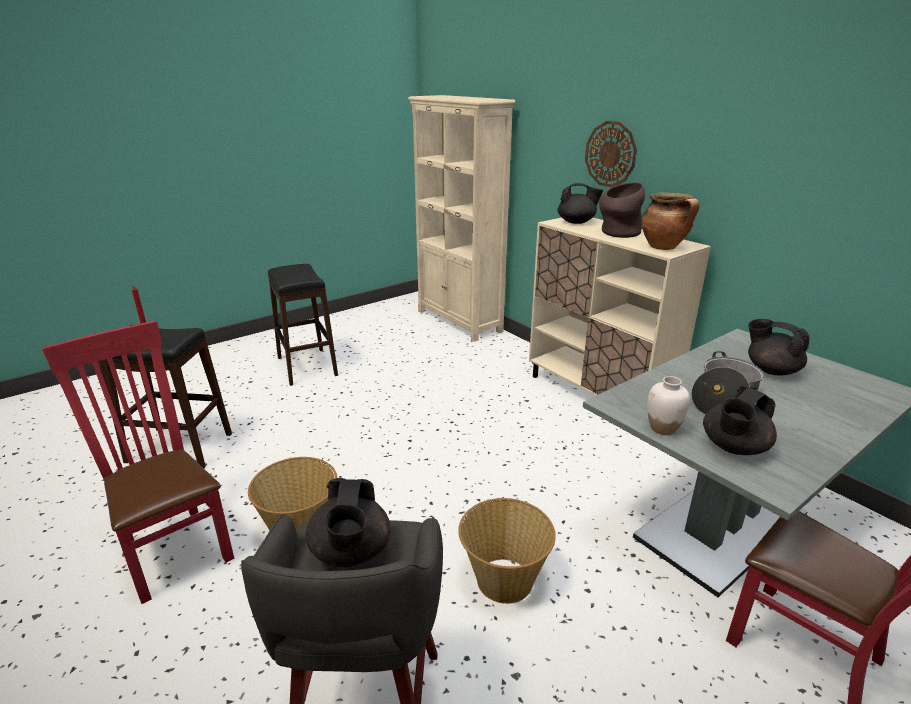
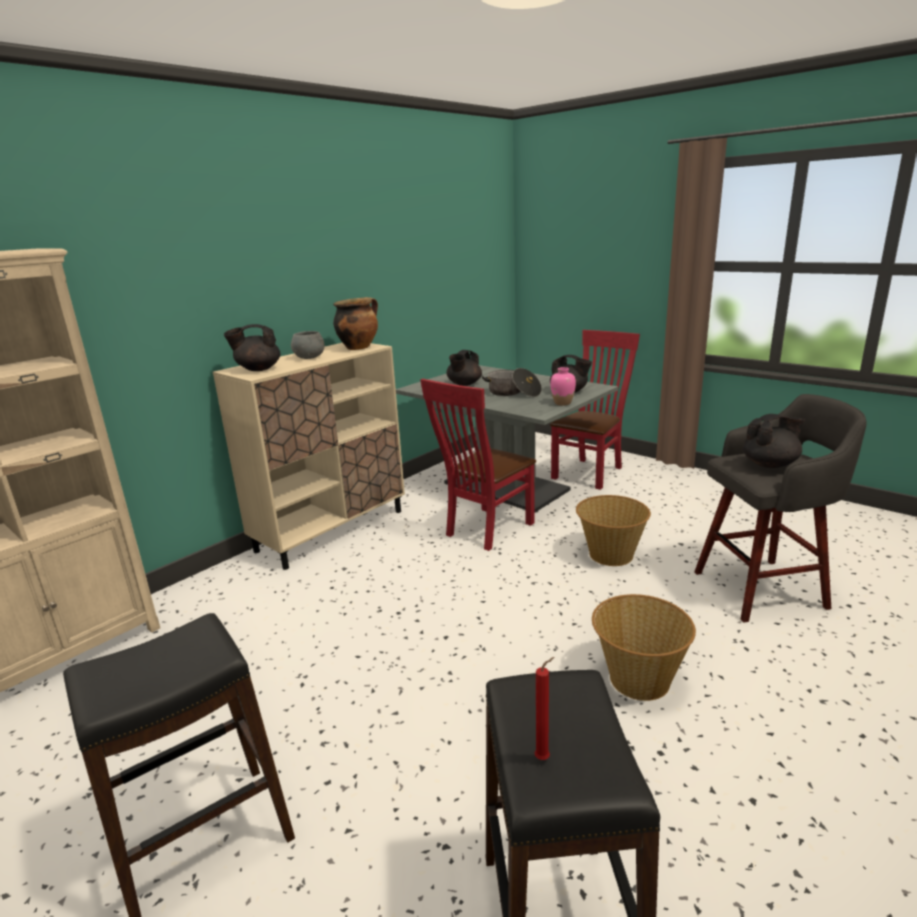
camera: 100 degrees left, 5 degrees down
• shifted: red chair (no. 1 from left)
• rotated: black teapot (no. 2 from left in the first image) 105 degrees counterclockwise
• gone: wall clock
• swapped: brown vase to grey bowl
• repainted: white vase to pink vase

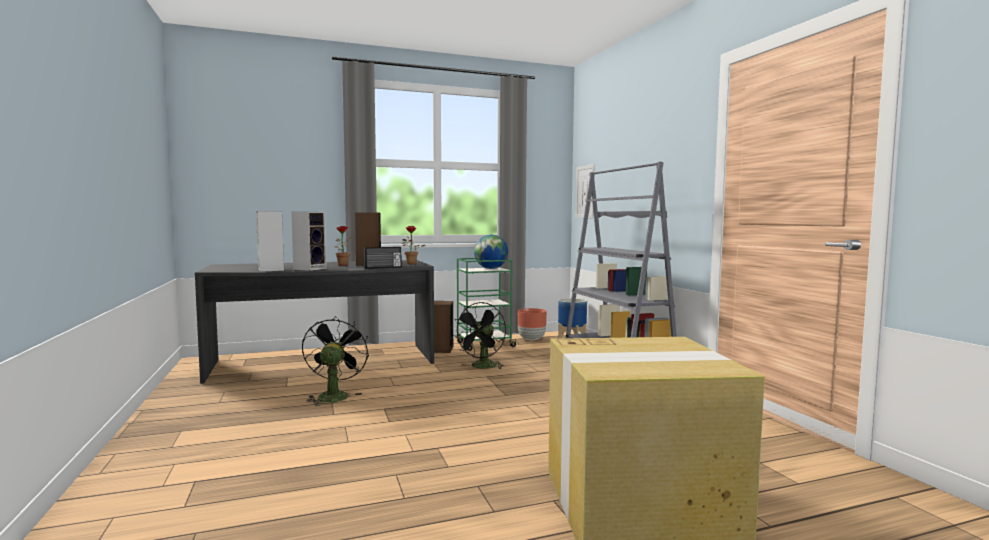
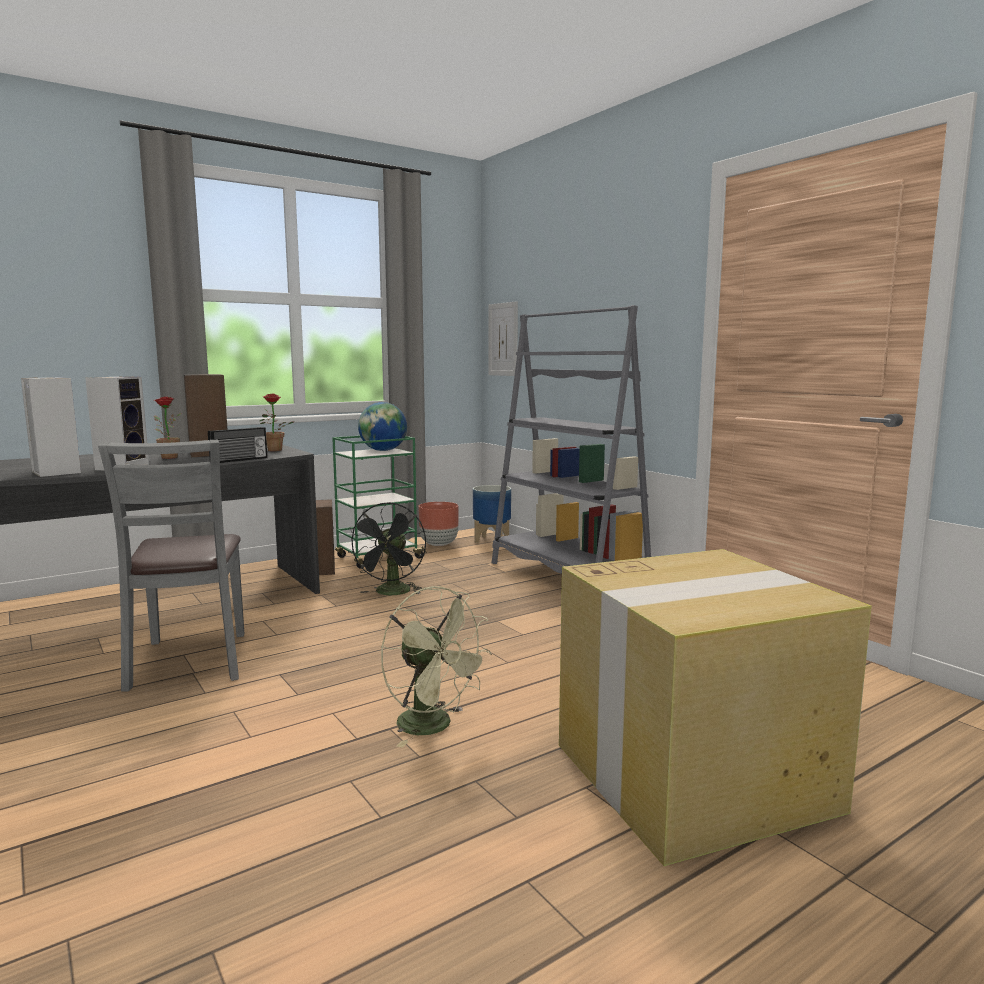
camera: 15 degrees left, 5 degrees up
• swapped: black fan (no. 1 from left) to grey chair
• new: green fan

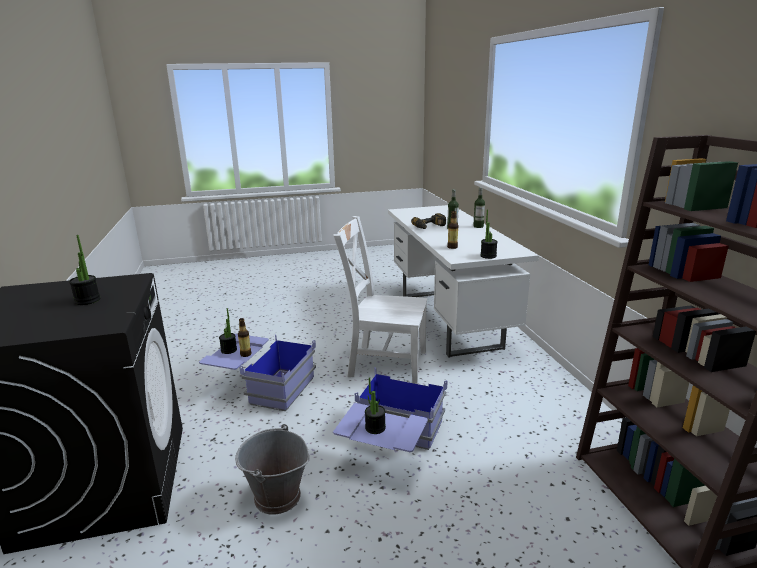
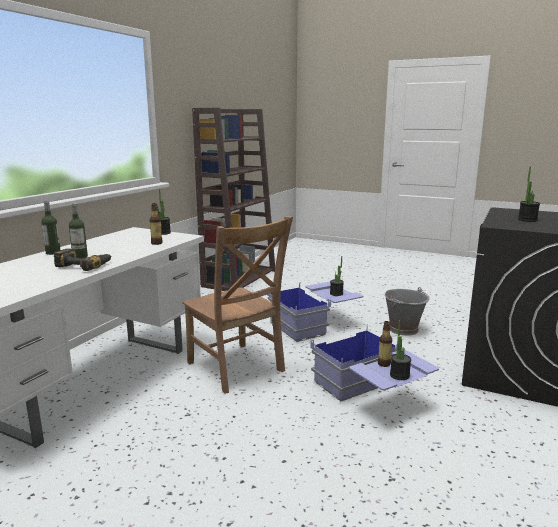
camera: 140 degrees left, 5 degrees down
• repainted: white chair to brown chair

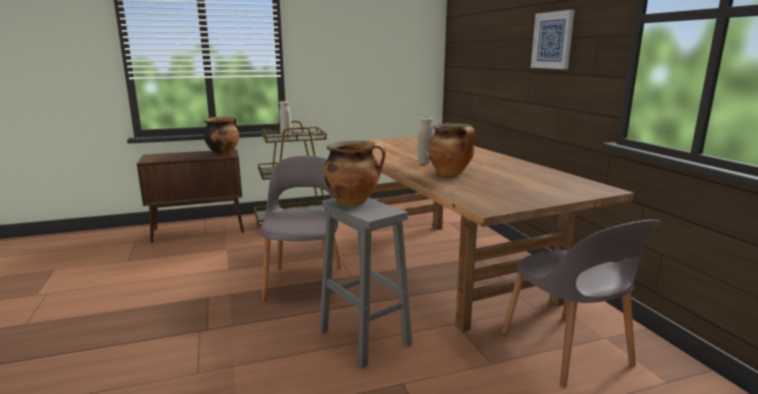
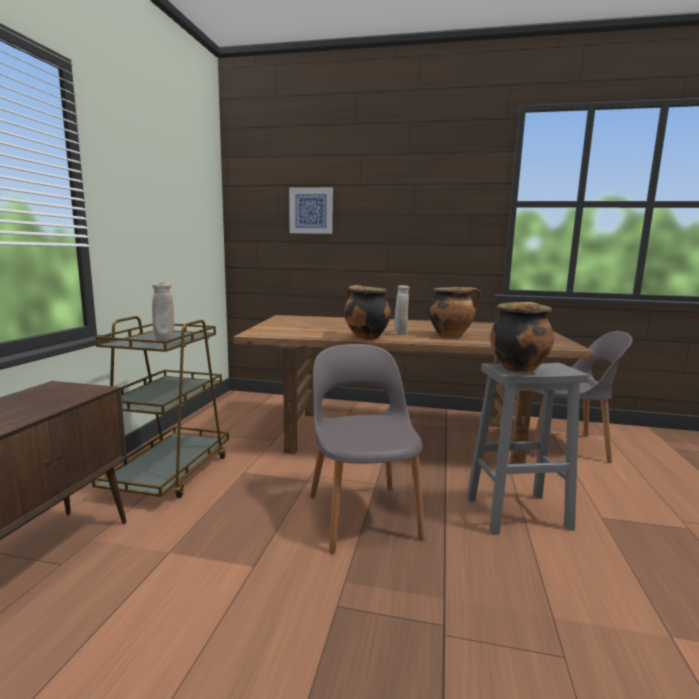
camera: 60 degrees left, 5 degrees down
• shifted: cooking pot (no. 1 from left)
• rotated: grey chair (no. 1 from left) 45 degrees clockwise
• shifted: picture

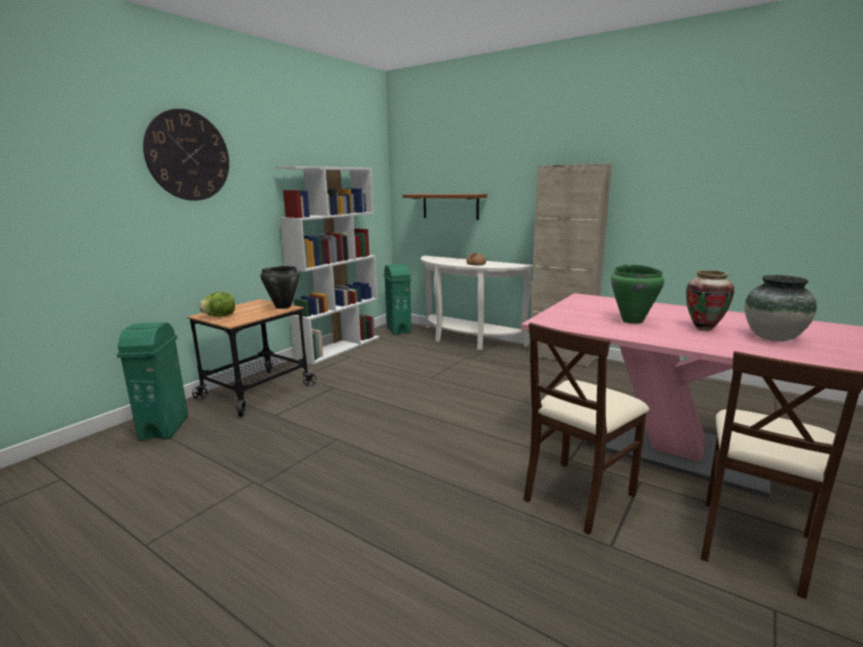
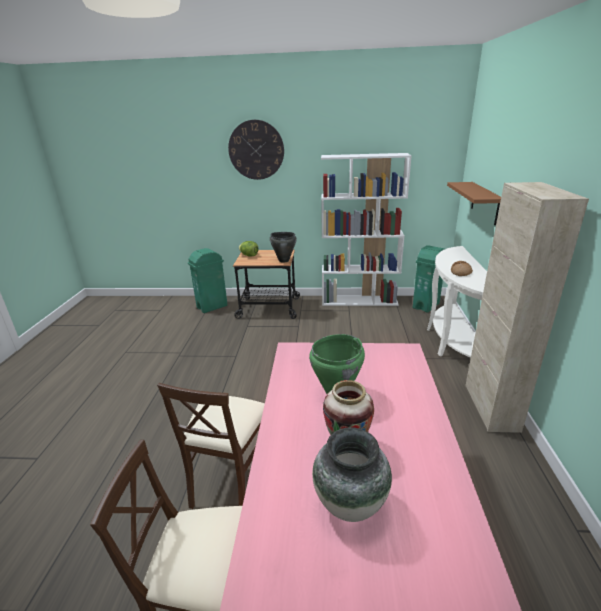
camera: 60 degrees right, 10 degrees up
• rotated: beige chair (no. 1 from left in the first image) 90 degrees counterclockwise

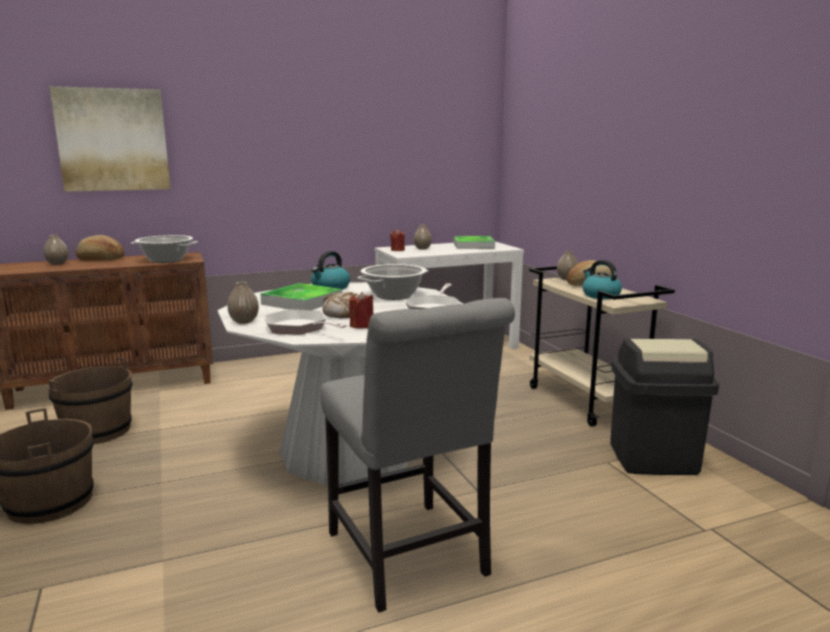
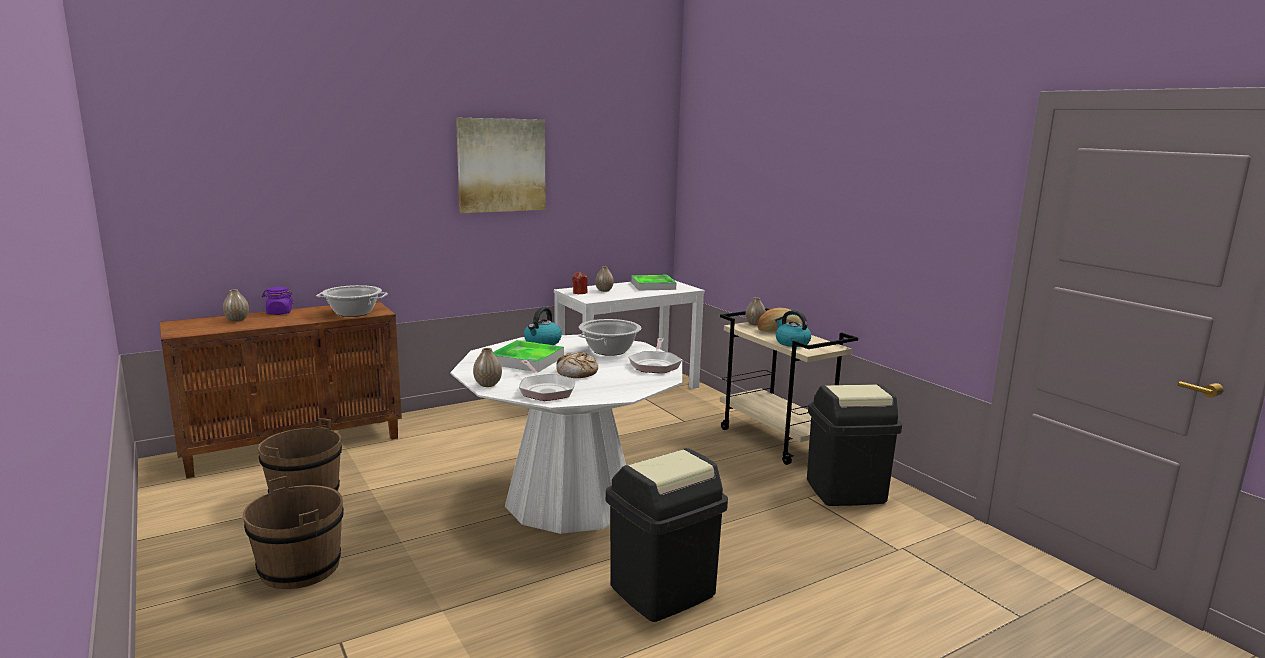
camera: 10 degrees left, 0 degrees up
• shifted: picture
• swapped: bread (no. 1 from left) to purple jar
• rotated: frying pan (no. 1 from left) 150 degrees counterclockwise
• swapped: grey chair to black trash can (no. 1 from left)
• gone: red candle (no. 1 from left)

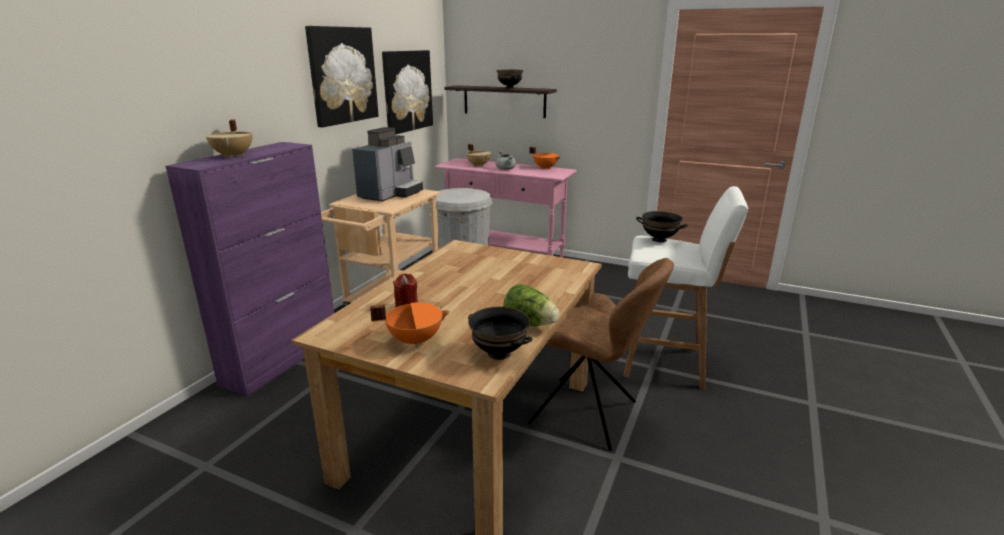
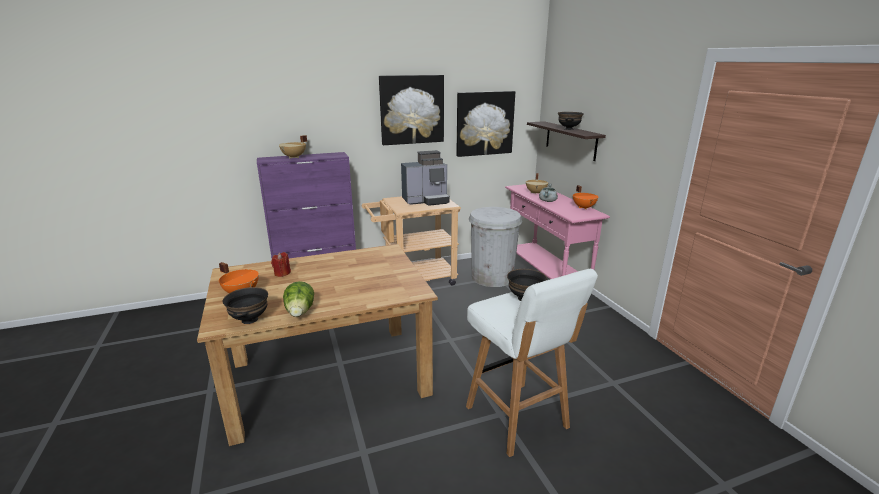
camera: 45 degrees right, 0 degrees up
• gone: brown chair

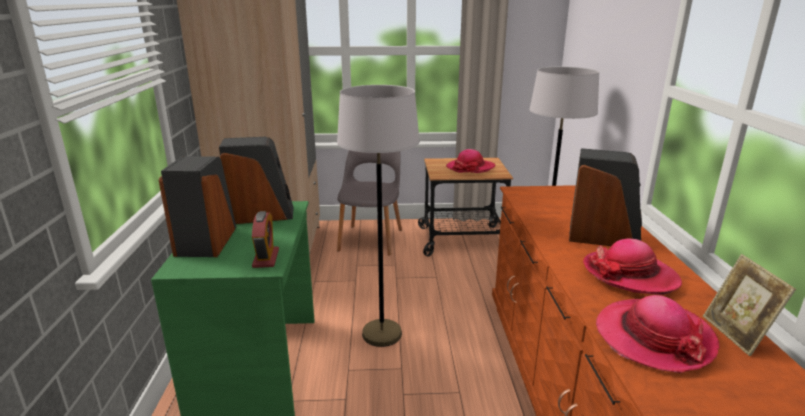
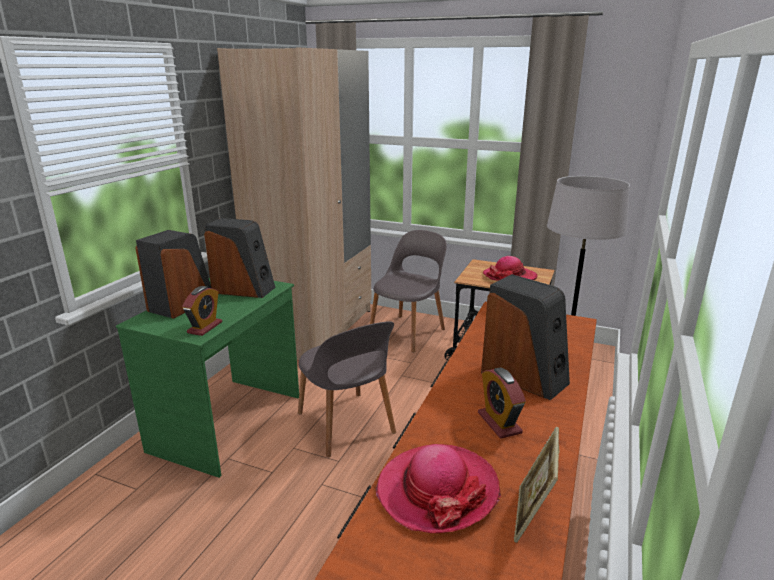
camera: 25 degrees right, 0 degrees up
• swapped: grey floor lamp (no. 1 from left) to grey chair (no. 1 from left)
• swapped: hat (no. 2 from left) to alarm clock (no. 2 from left)

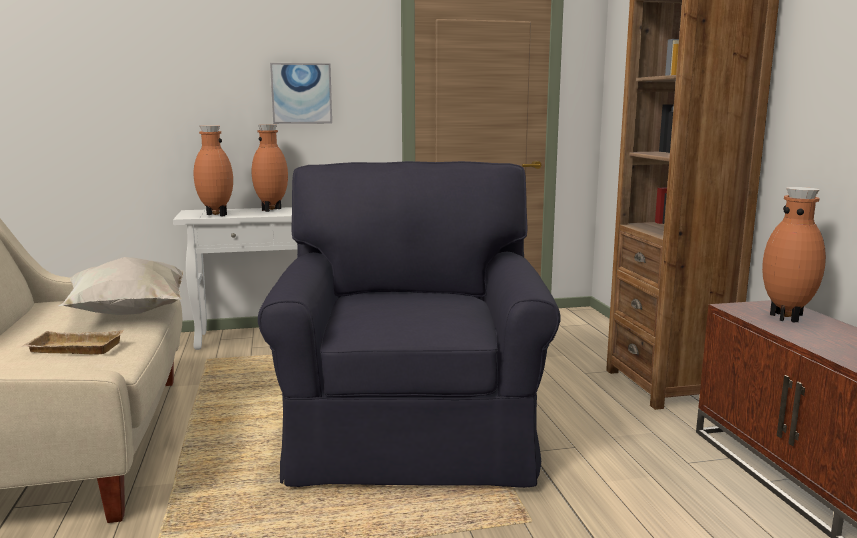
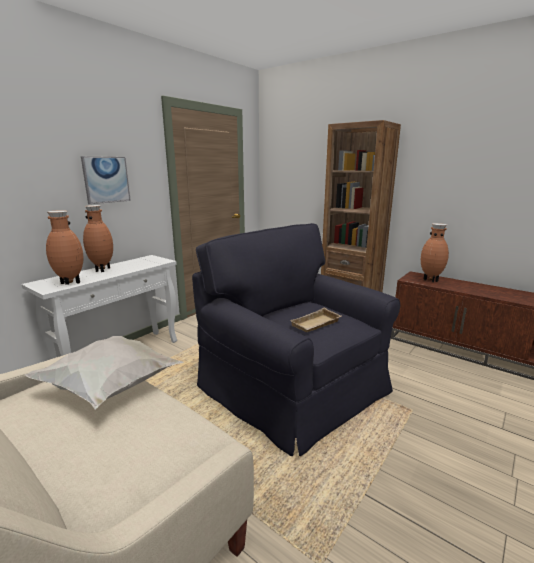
camera: 40 degrees left, 5 degrees up
• shifted: beige tray

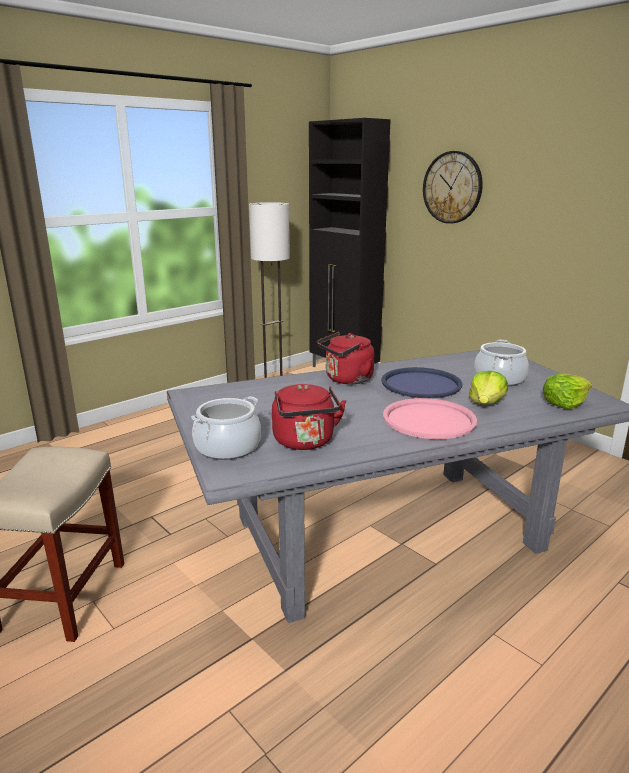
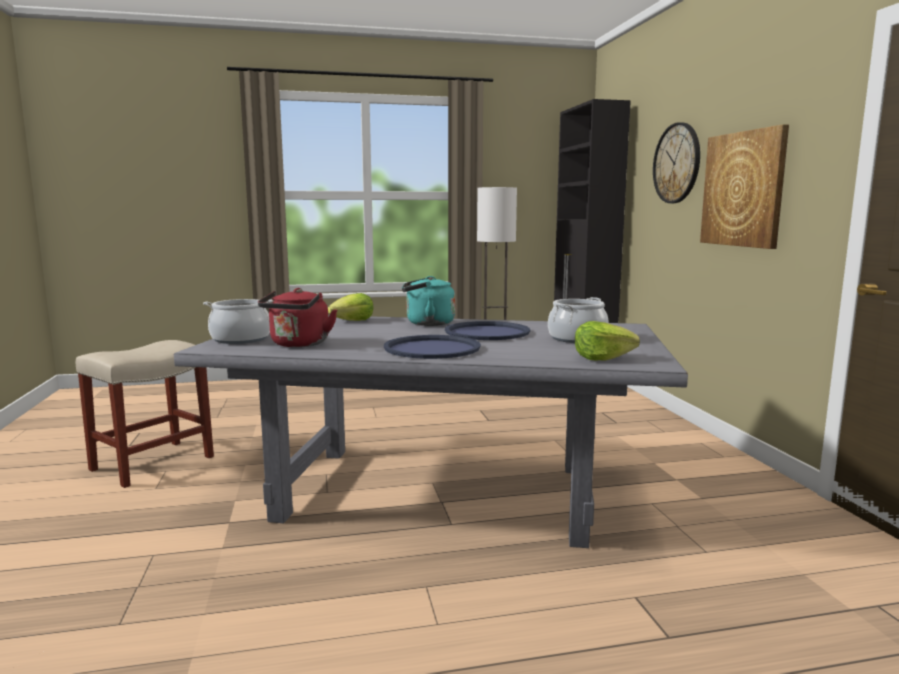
camera: 30 degrees right, 10 degrees down
• repainted: red kettle (no. 2 from left) to turquoise kettle
• repainted: pink tray to blue tray (no. 1 from left)
• shifted: lettuce (no. 1 from left)
• new: picture

